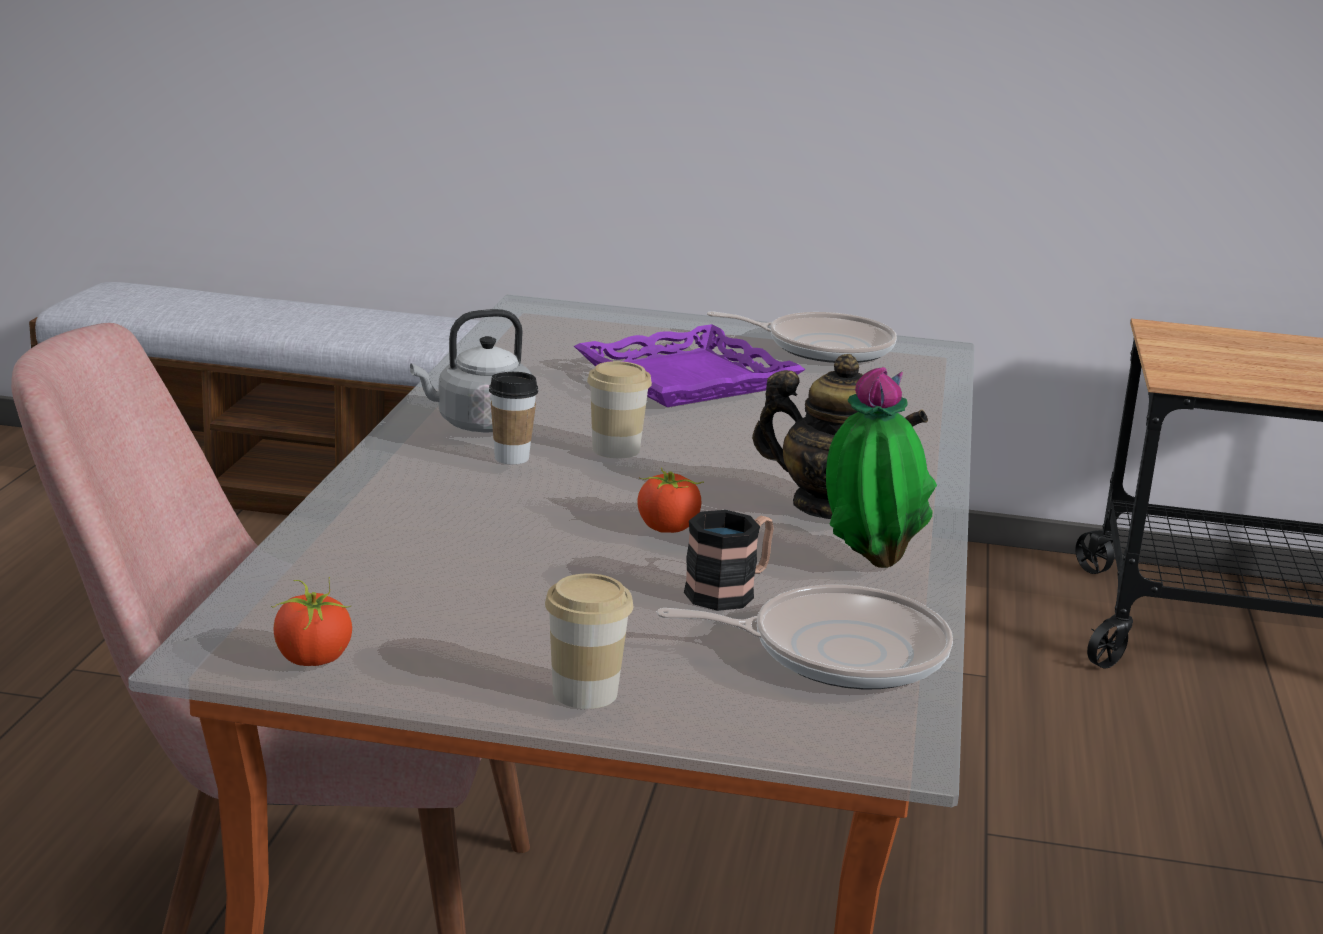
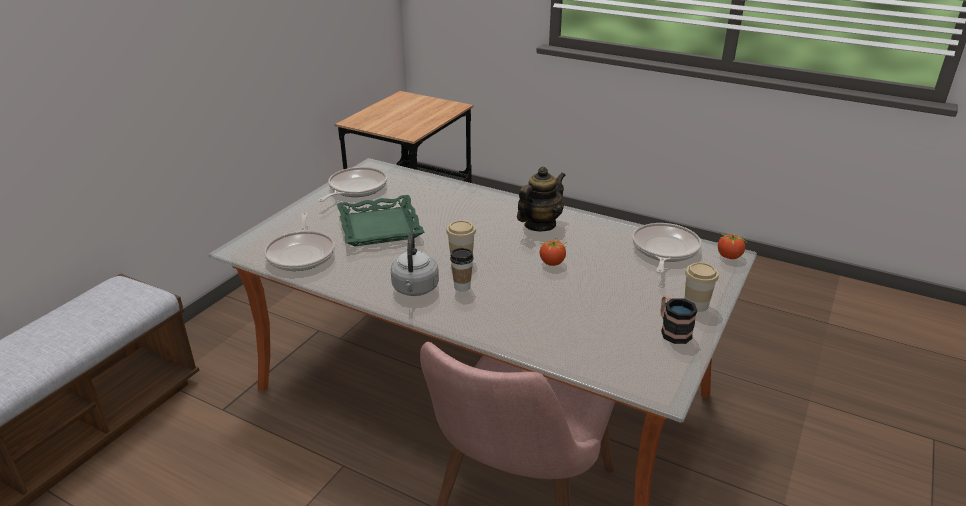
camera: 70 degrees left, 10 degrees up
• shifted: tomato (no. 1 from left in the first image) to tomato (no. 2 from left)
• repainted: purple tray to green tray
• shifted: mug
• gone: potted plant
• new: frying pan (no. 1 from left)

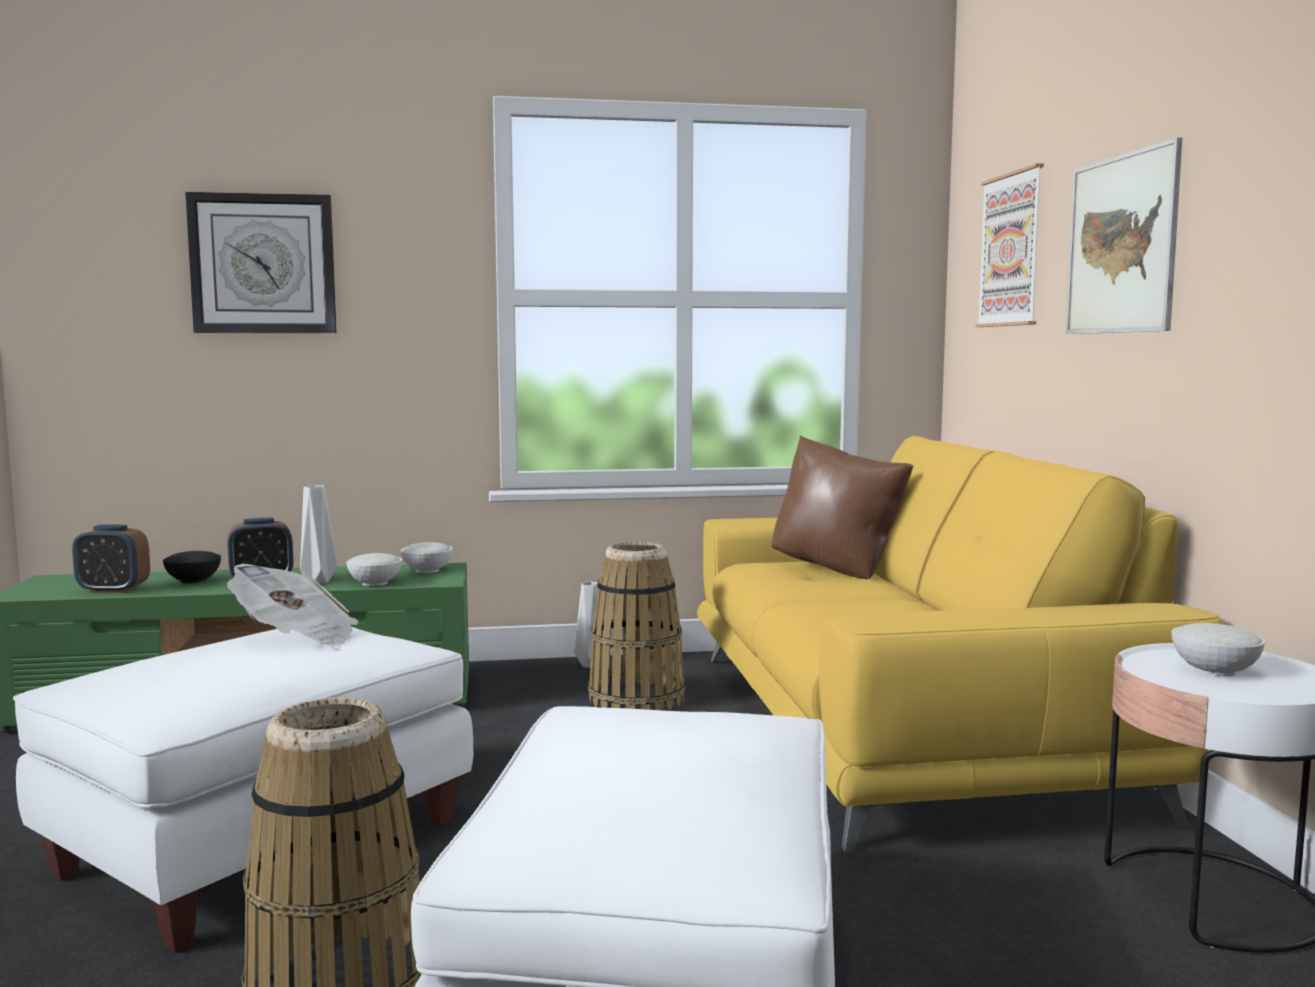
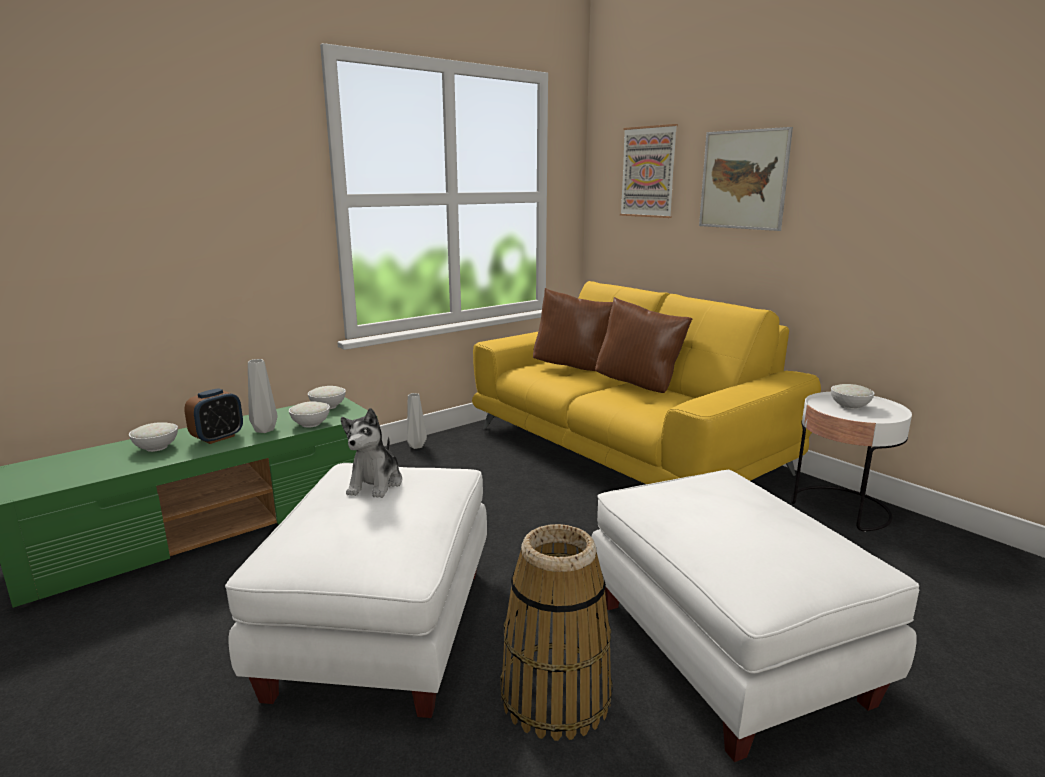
camera: 30 degrees left, 10 degrees up
• gone: alarm clock (no. 1 from left)
• repainted: black bowl to white bowl (no. 1 from left)
• gone: wall clock
• swapped: newspaper to plush toy
• gone: basket (no. 2 from left)
• new: brown pillow (no. 2 from left)

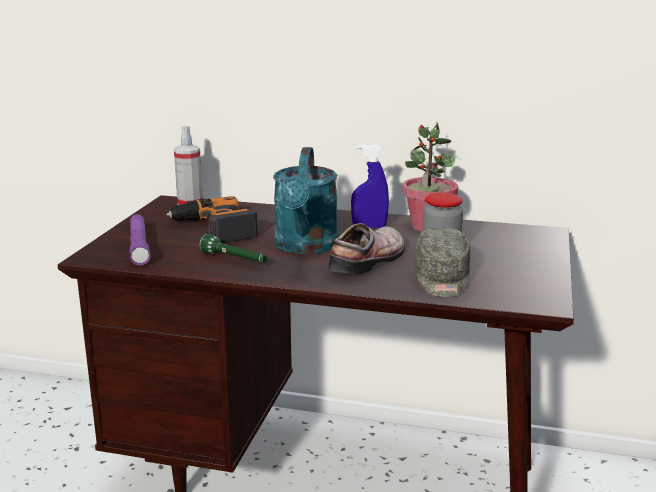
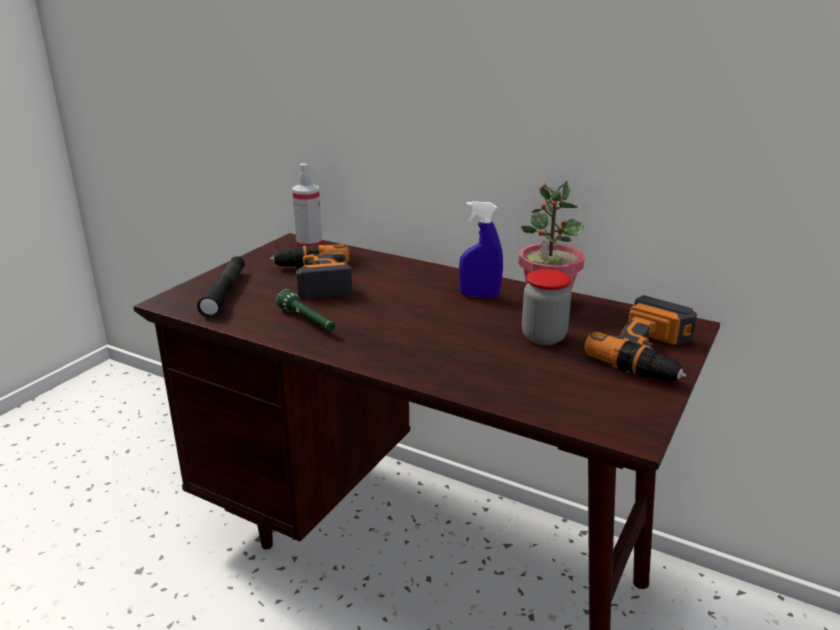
camera: 15 degrees right, 5 degrees up
• repainted: purple flashlight to black flashlight
• gone: turquoise watering can
• gone: shoe
• gone: grey cap
• new: power drill (no. 2 from left)

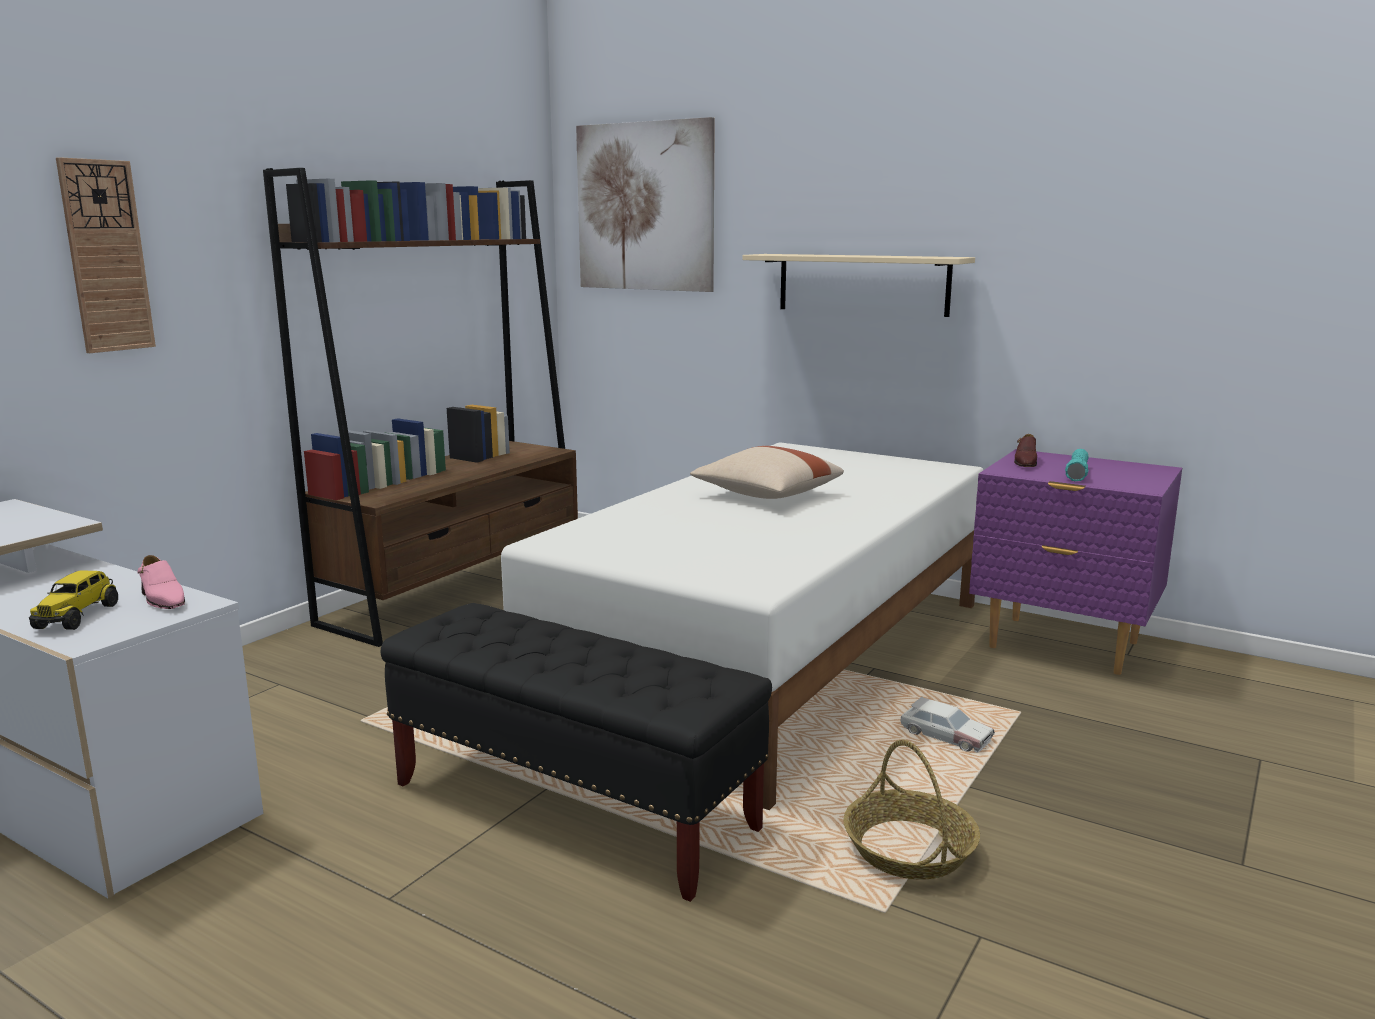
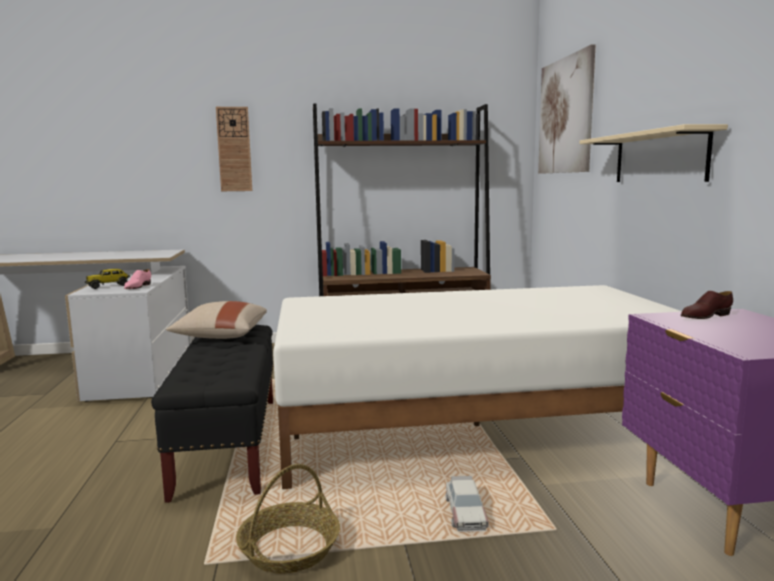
camera: 50 degrees right, 5 degrees down
• shifted: beige pillow
• gone: turquoise flashlight

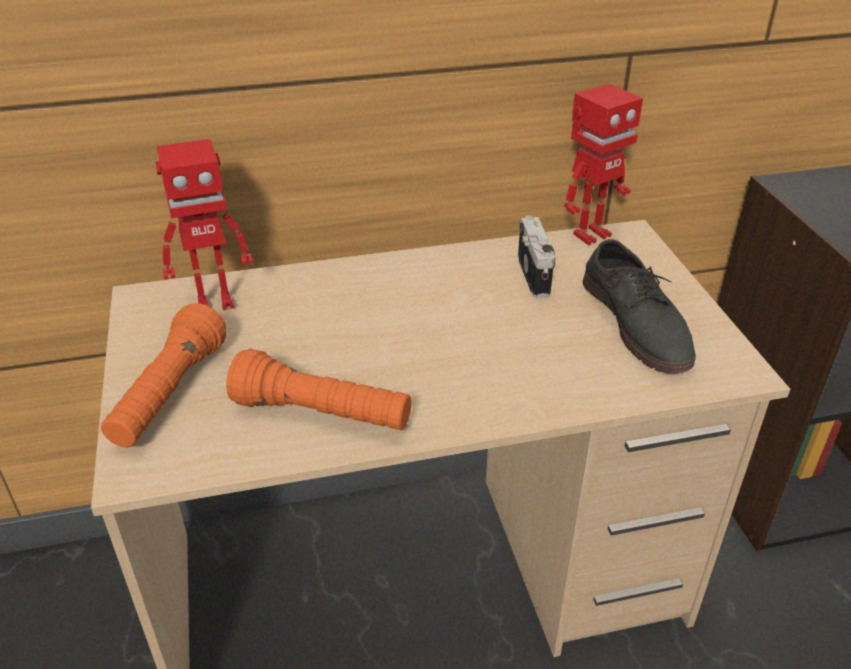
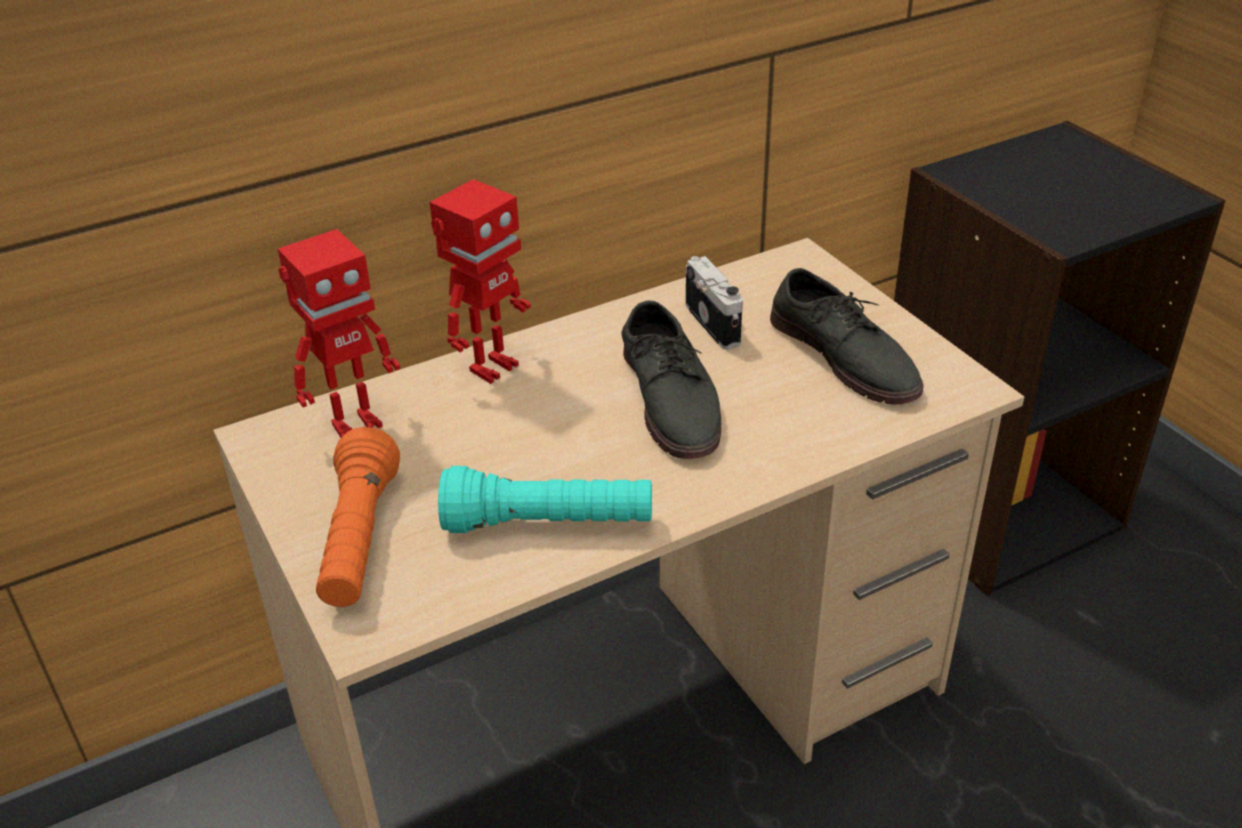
camera: 15 degrees left, 0 degrees up
• repainted: orange flashlight (no. 2 from left) to turquoise flashlight
• shifted: toy robot (no. 2 from left)
• new: grey shoe (no. 1 from left)

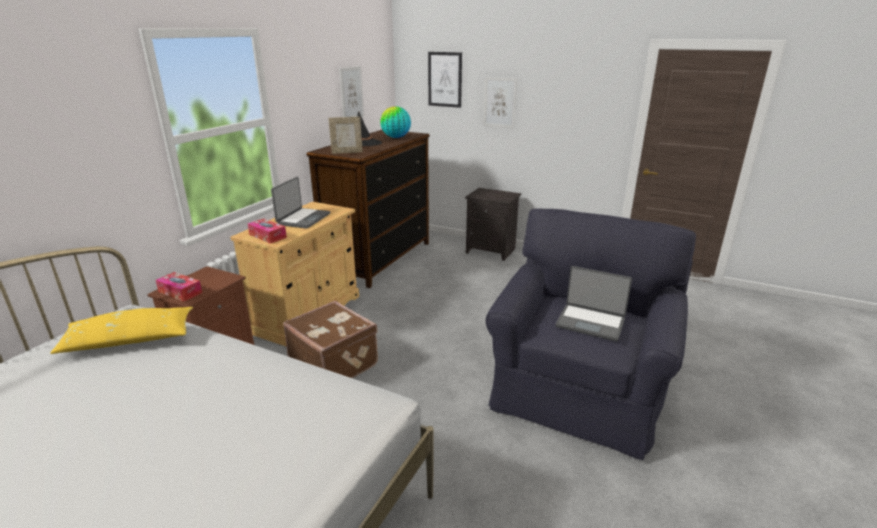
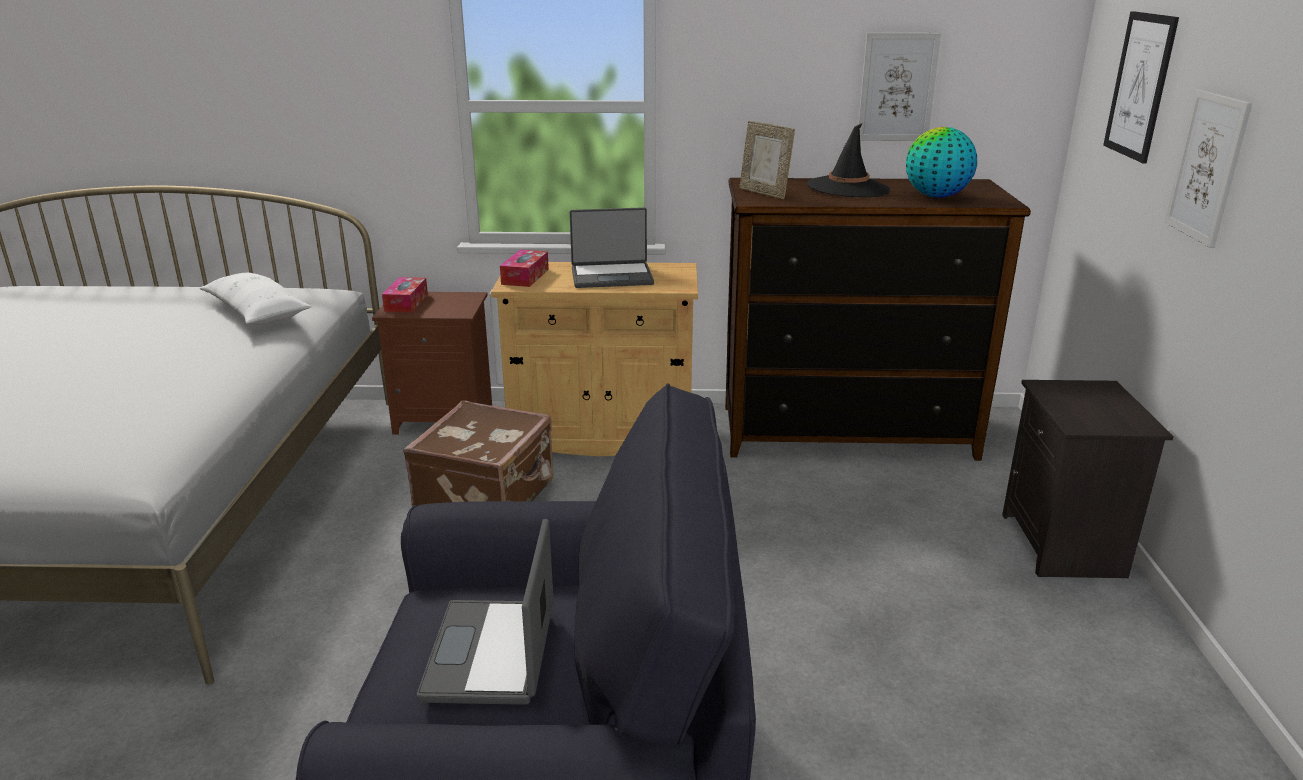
camera: 65 degrees right, 0 degrees up
• repainted: yellow pillow to white pillow

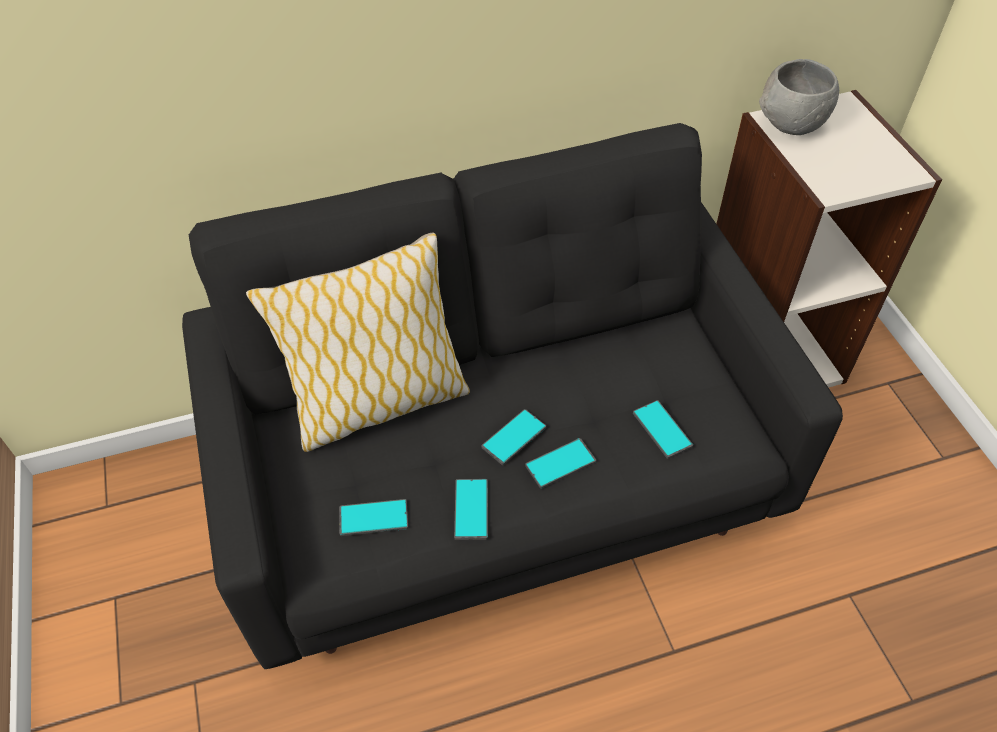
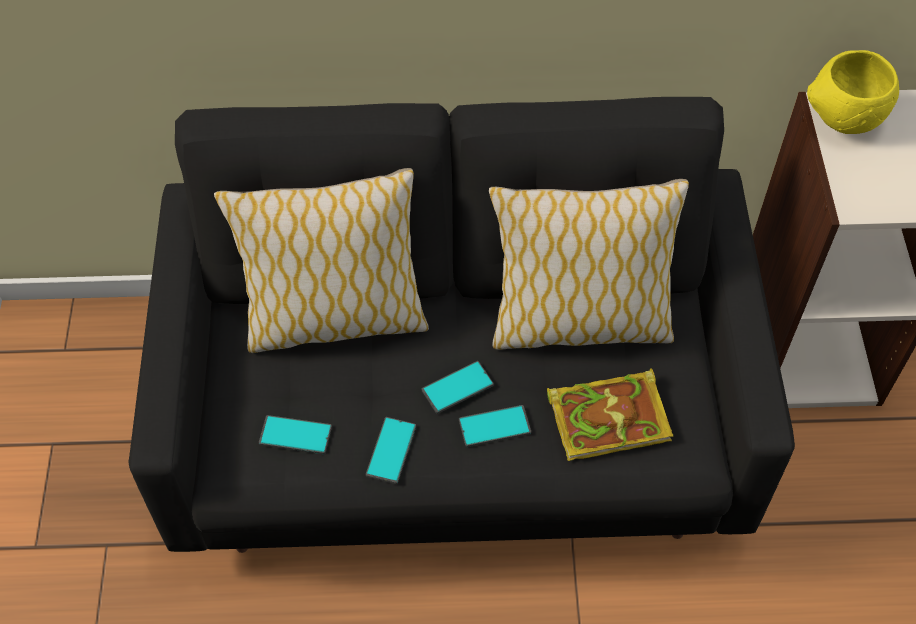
camera: 15 degrees right, 5 degrees up
• swapped: phone (no. 5 from left) to book
• repainted: grey bowl to yellow bowl
• new: pillow (no. 2 from left)

